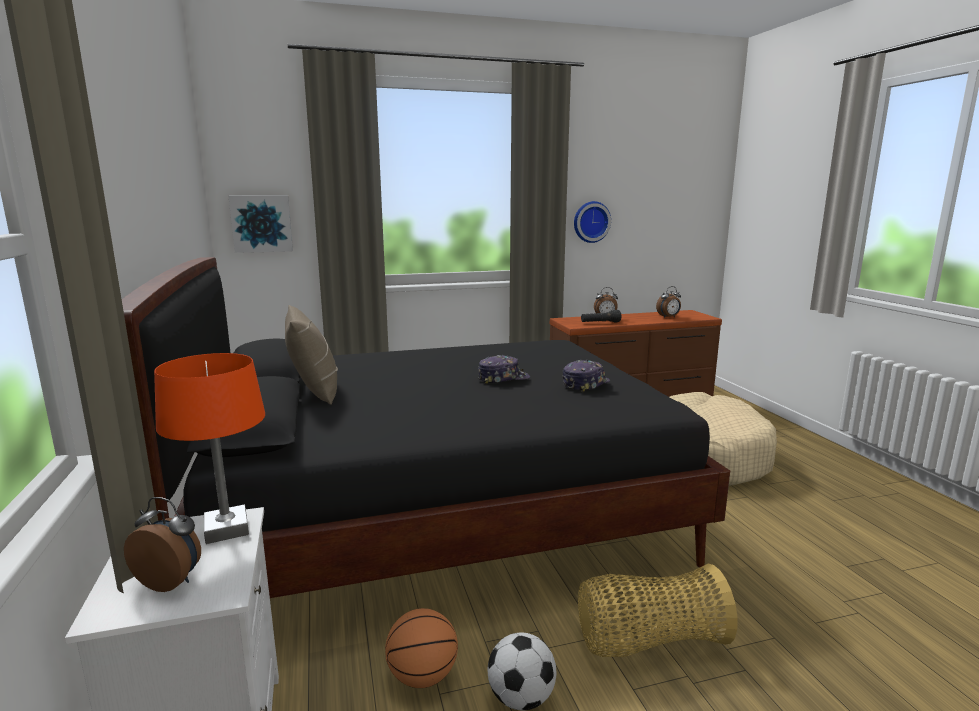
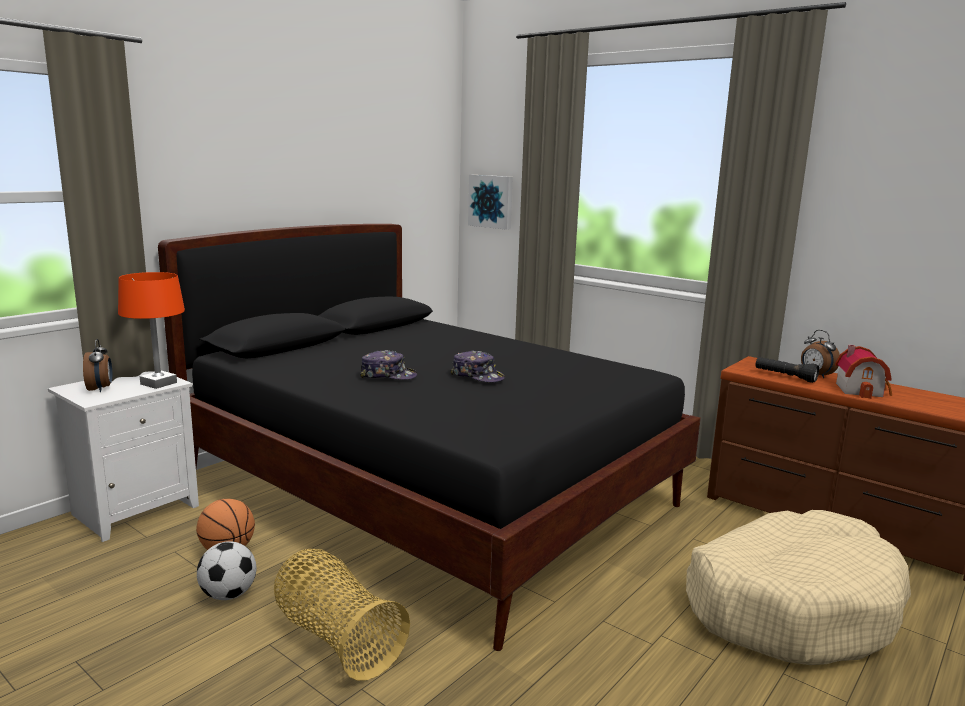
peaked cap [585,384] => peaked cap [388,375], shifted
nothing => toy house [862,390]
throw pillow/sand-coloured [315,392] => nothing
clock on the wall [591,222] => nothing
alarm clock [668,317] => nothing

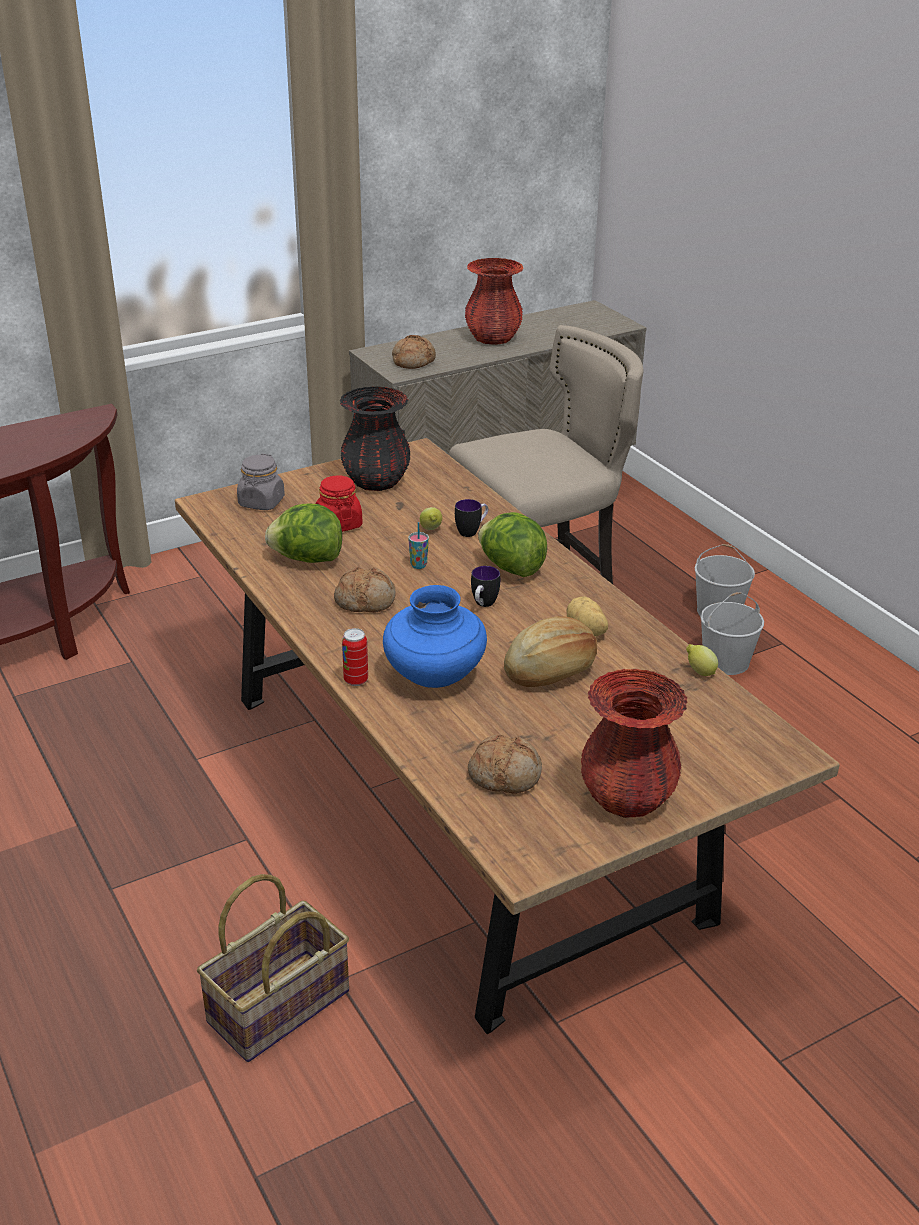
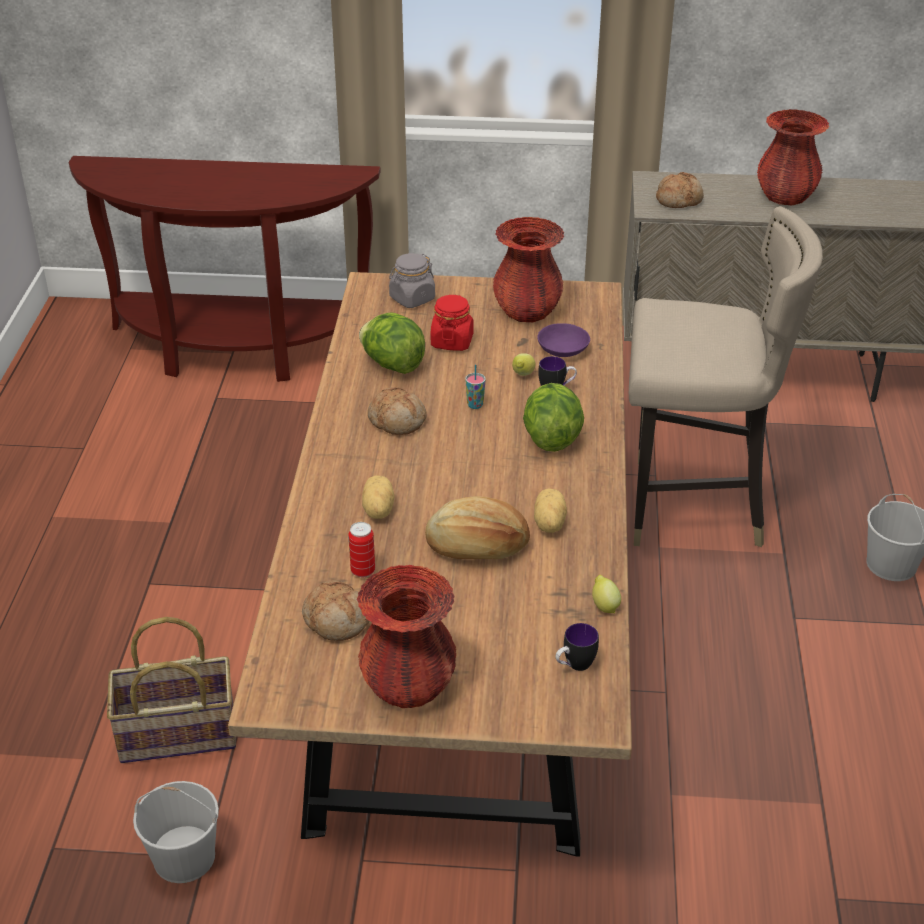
bucket/white [725,661] => bucket/white [183,857], shifted
sealed can [356,680] => sealed can [363,571], shifted
decorative vase/blue-coloured [434,676] => potato [377,510]
decorative vase/blackish [376,481] => decorative vase/reddish [526,311]
nothing => bowl/purple-coloured [563,350]
tea mug [483,605] => tea mug [574,666], shifted

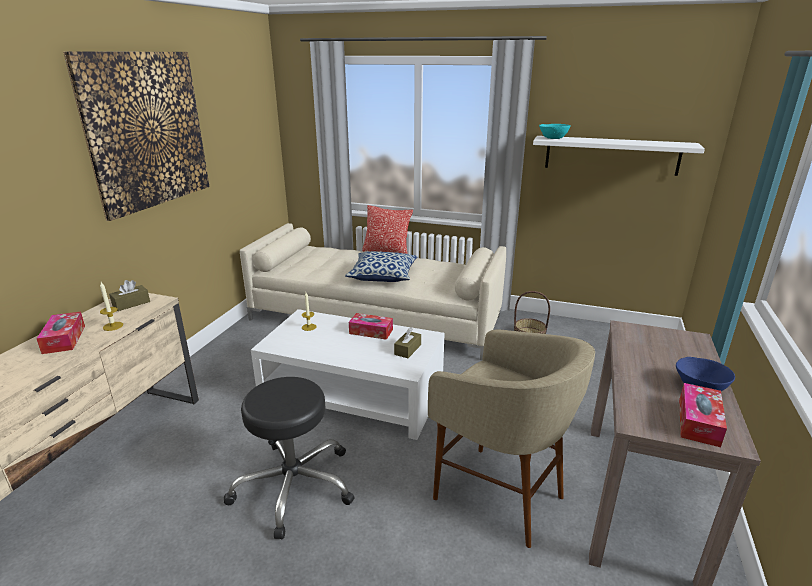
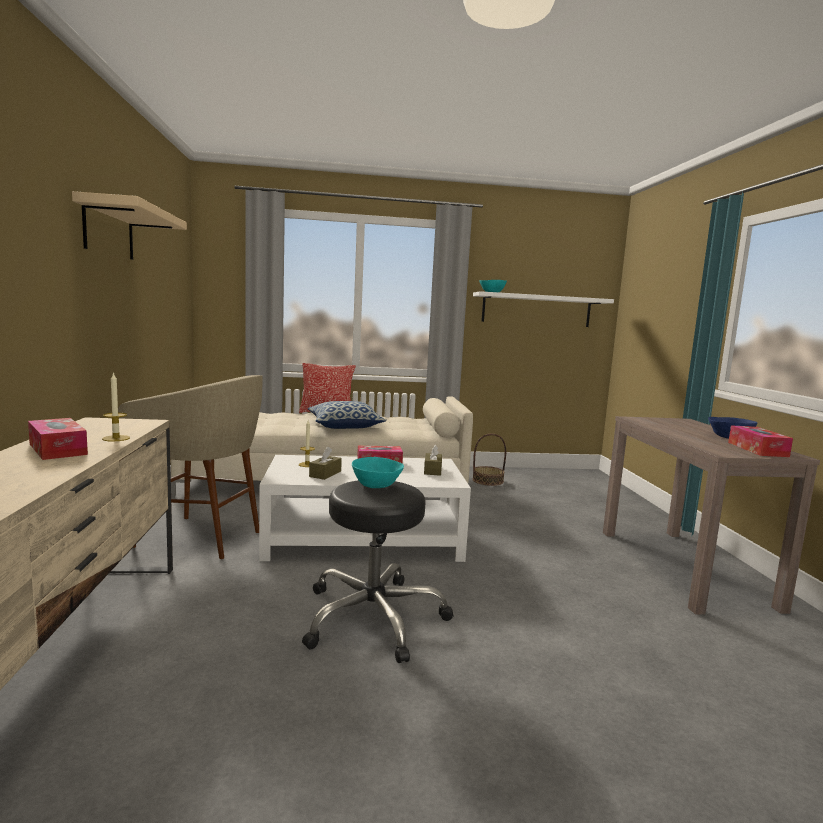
picture [146,131] => wall shelf/sand-coloured [109,230]
stool seat/sand-coloured [500,496] => stool seat/sand-coloured [200,538], shifted
box of tissues/brown [131,304] => box of tissues/brown [325,474], shifted
nothing => bowl/blue-green [376,485]

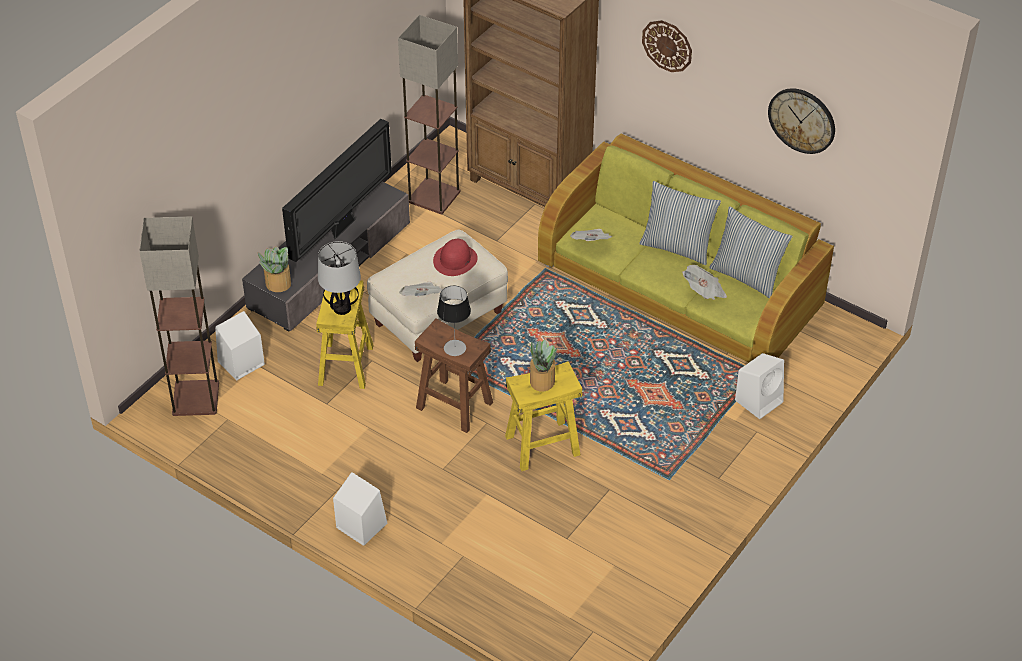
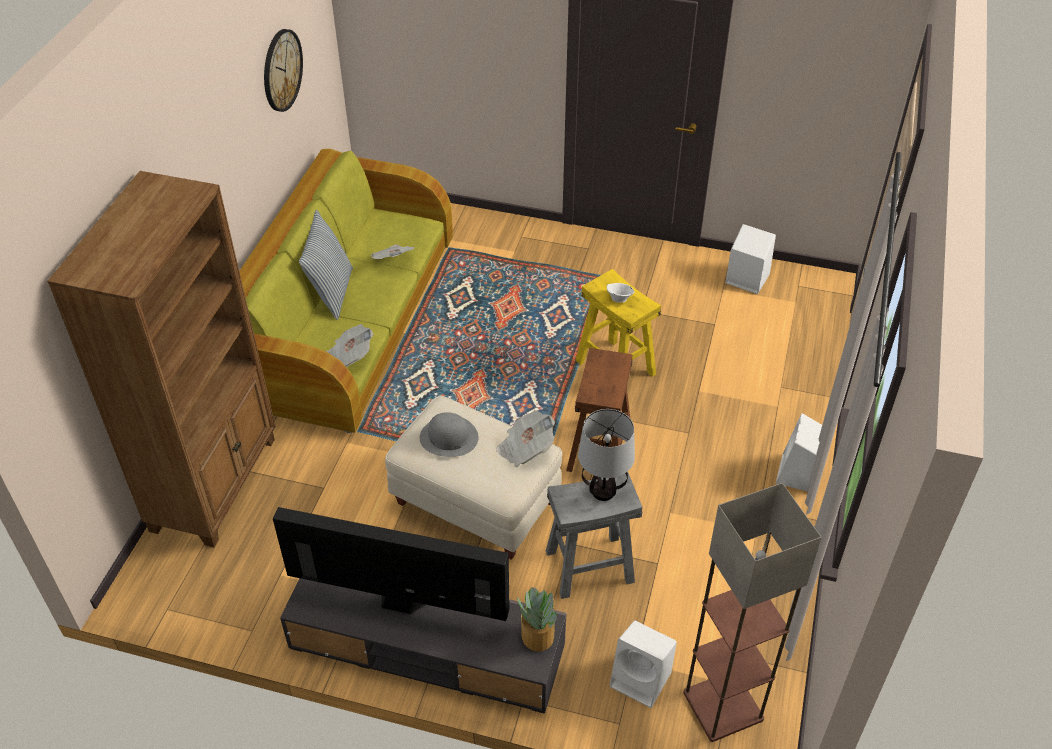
wearable hat/reddish [455,260] => wearable hat/greyish [448,437]
stool seat/yellow-coloured [345,364] => stool seat/greyish [589,567]
plant in a pot [542,381] => bowl/white [619,299]
speaker/white [759,400] => speaker/white [746,278], shifted
standard lamp [435,196] => nothing
tabletop lamp [455,348] => nothing
clock on the wall [667,45] => nothing
throw pillow [747,276] => nothing

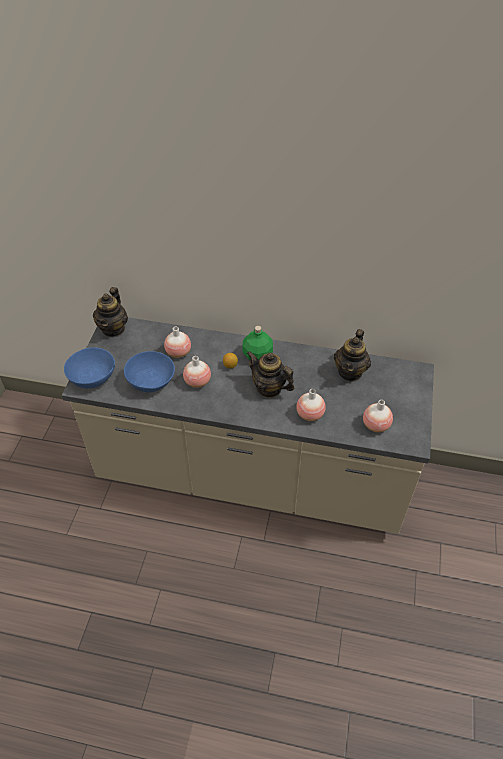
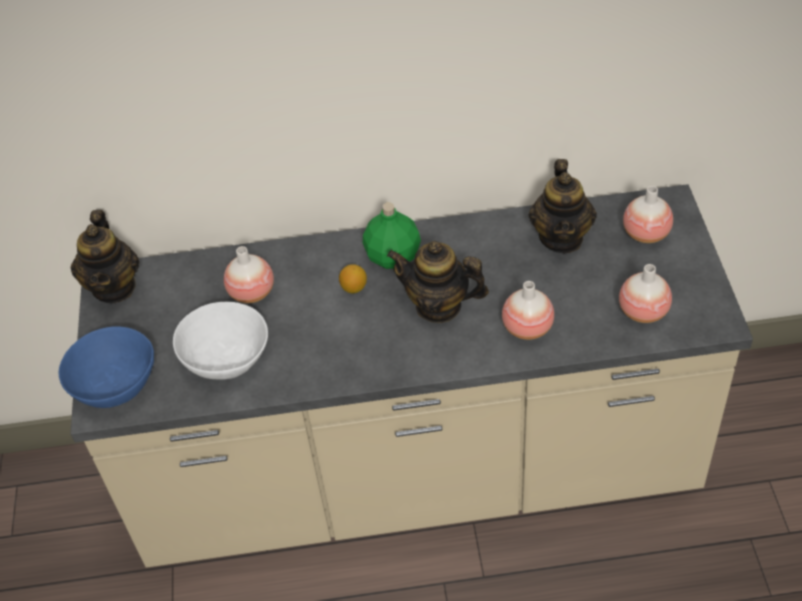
bowl/blue-coloured [151,381] => bowl/white [226,357]
decorative vase [197,381] => decorative vase [646,234], shifted

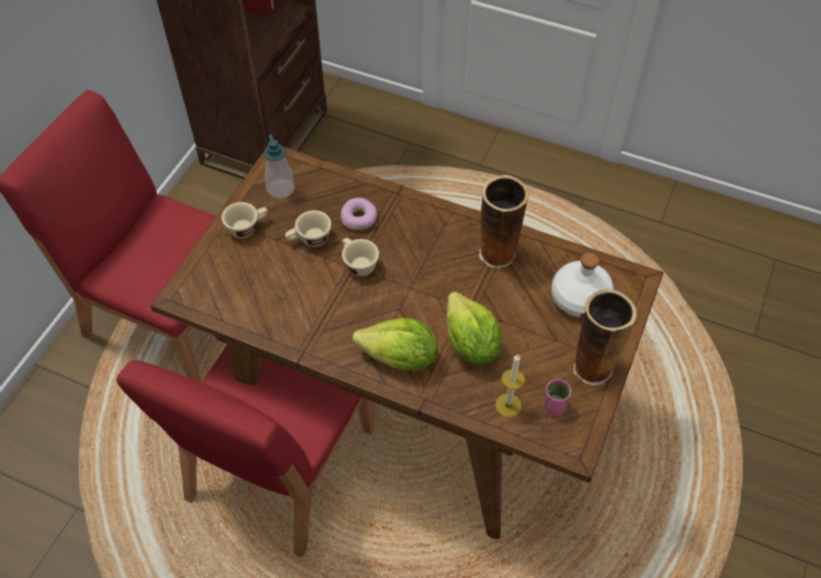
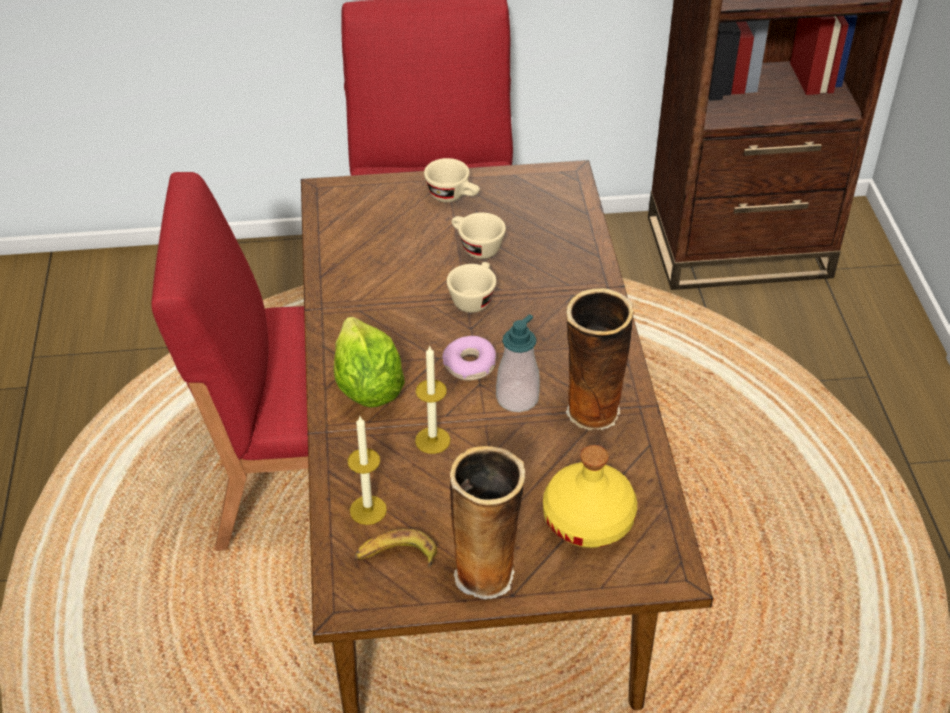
cup/pink-coloured [554,406] => banana fruit [396,556]
lettuce head [470,344] => wax candle [432,440]
doughnut [359,218] => doughnut [470,365], shifted
soap bottle [281,189] => soap bottle [517,398], shifted
beverage bottle/white [579,297] => beverage bottle/yellow-coloured [589,519]

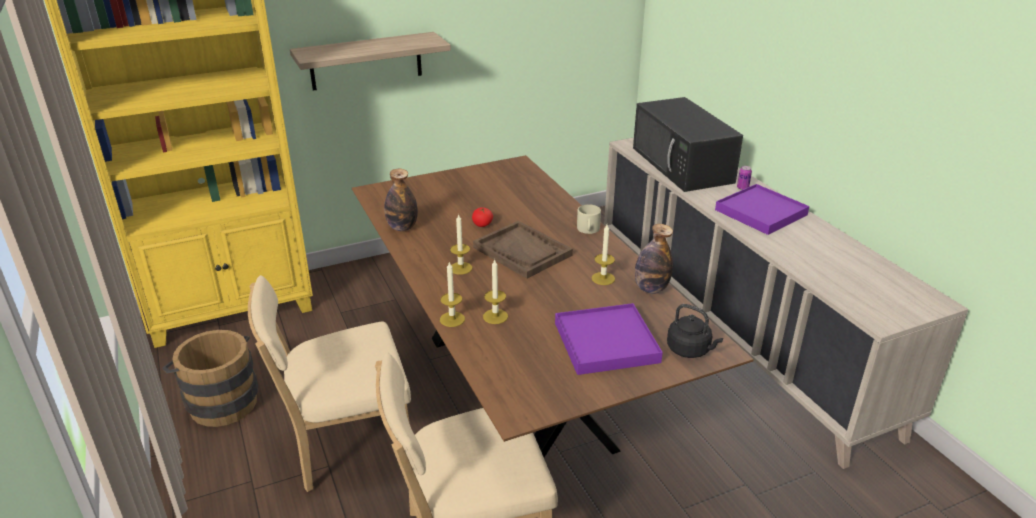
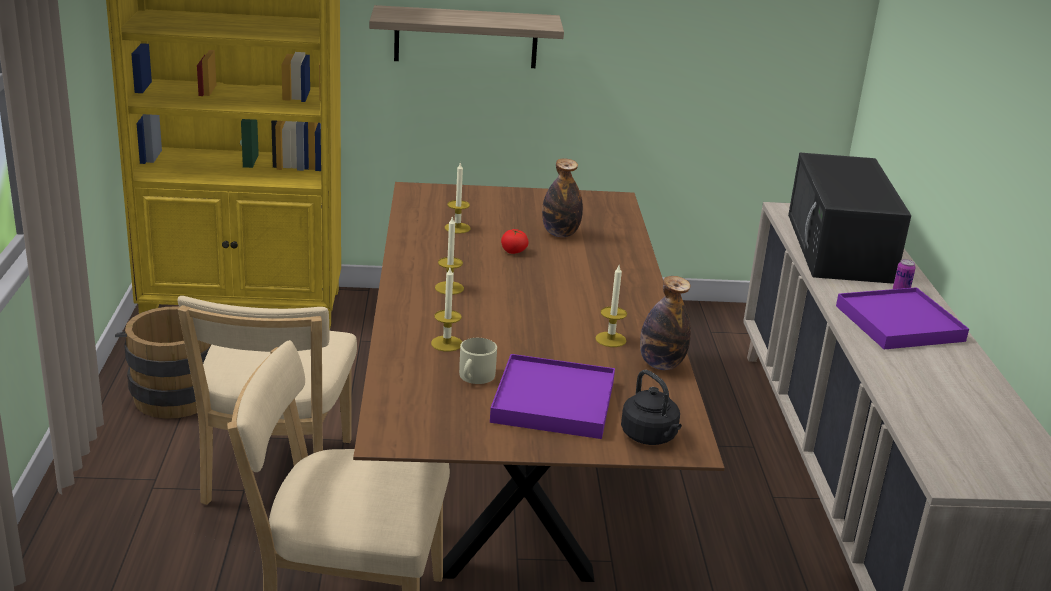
upright chair/sand-coloured [346,446] => upright chair/sand-coloured [275,477], 90 degrees counterclockwise
wax candle [452,319] => wax candle [457,228], shifted
tea mug/sand-coloured [588,229] => tea mug/sand-coloured [475,377], shifted
beverage bottle [402,227] => beverage bottle [560,233], shifted
carrying tray/brown [522,251] => nothing

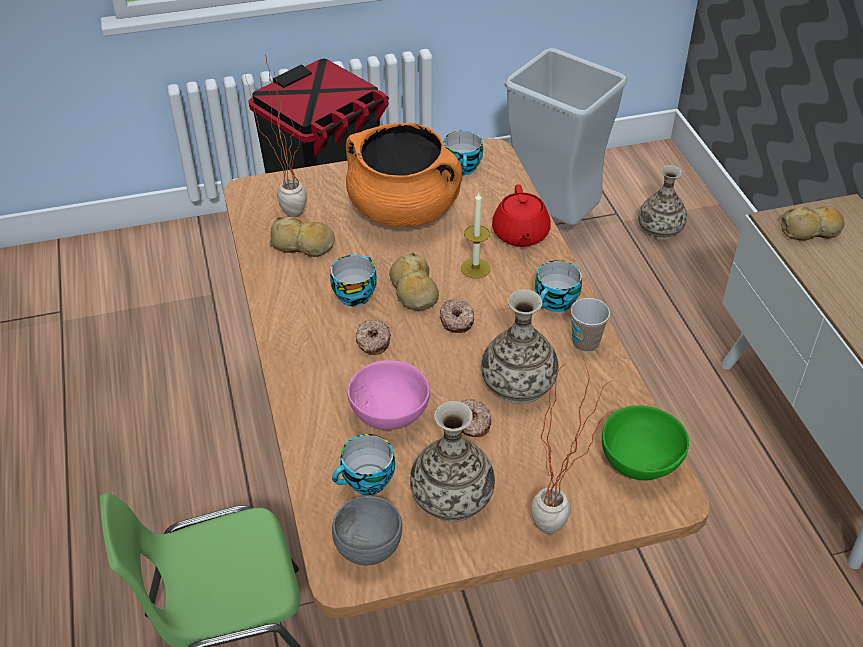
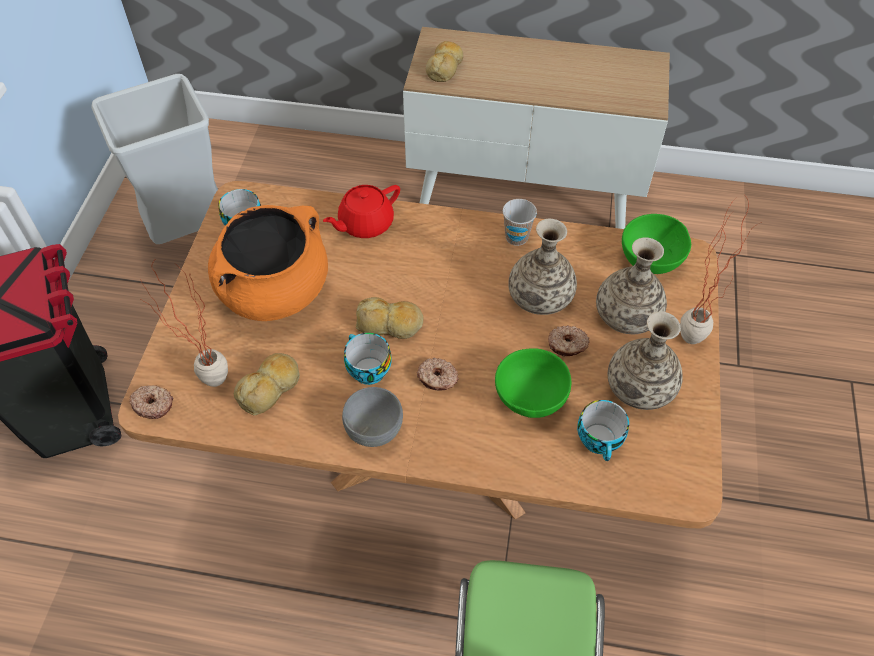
doughnut [457,320] => doughnut [153,404], shifted
teapot/reddish [520,235] => teapot/reddish [365,224], 120 degrees clockwise
bowl/greyish [367,549] => bowl/greyish [374,431], shifted
bowl/pink-coloured [387,413] => bowl/greenish [529,398]
decorative vase [660,229] => decorative vase [627,316], shifted
wax candle [475,268] => nothing
cup [556,303] => nothing

